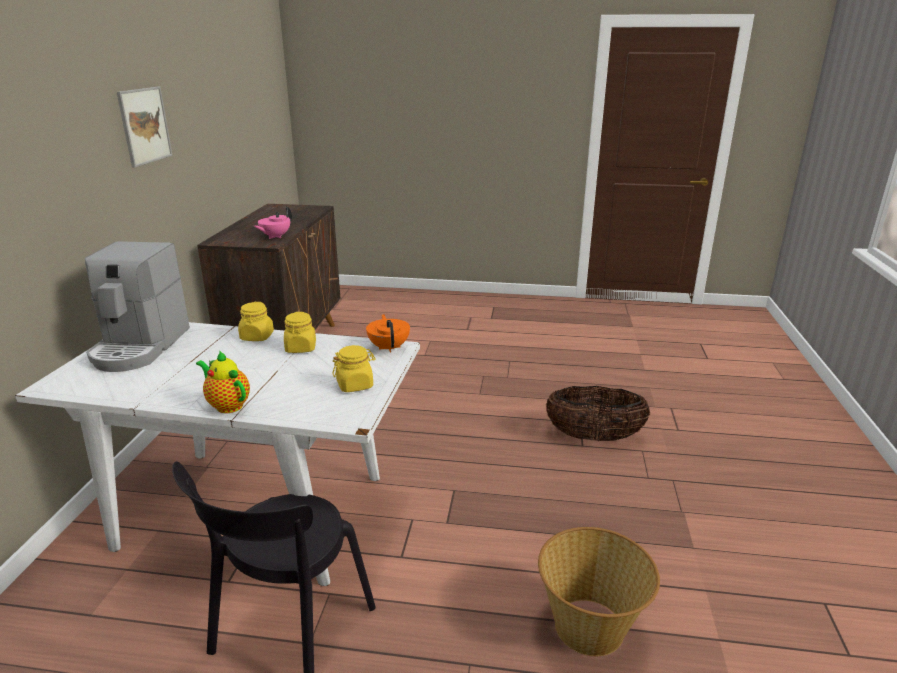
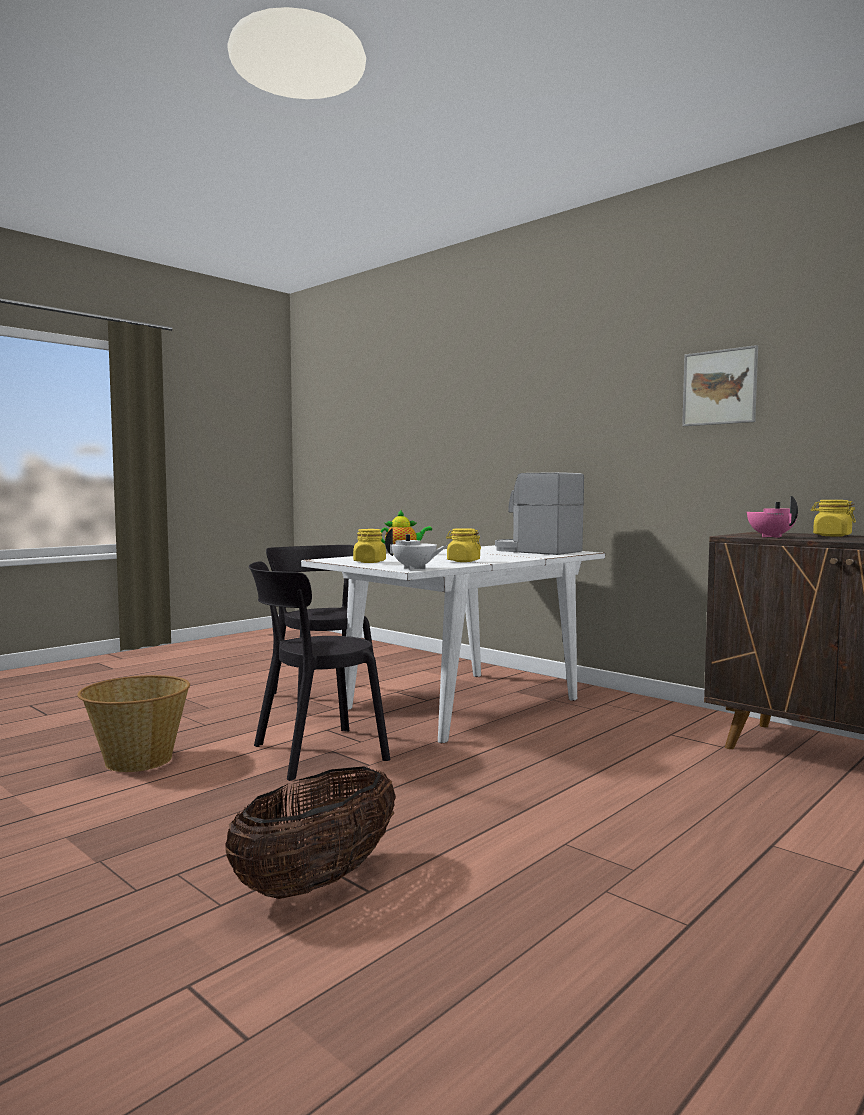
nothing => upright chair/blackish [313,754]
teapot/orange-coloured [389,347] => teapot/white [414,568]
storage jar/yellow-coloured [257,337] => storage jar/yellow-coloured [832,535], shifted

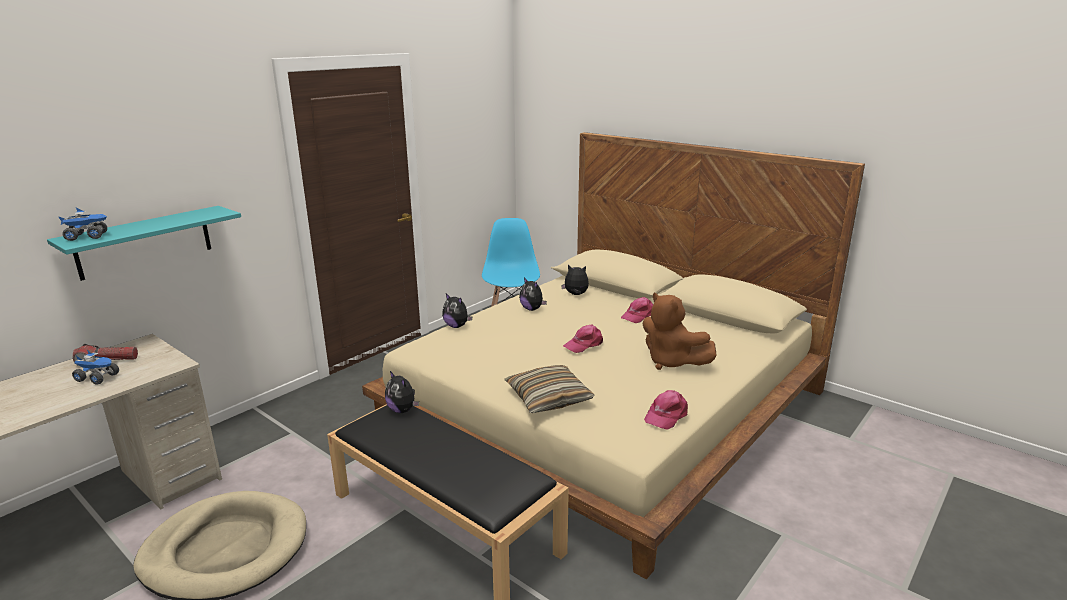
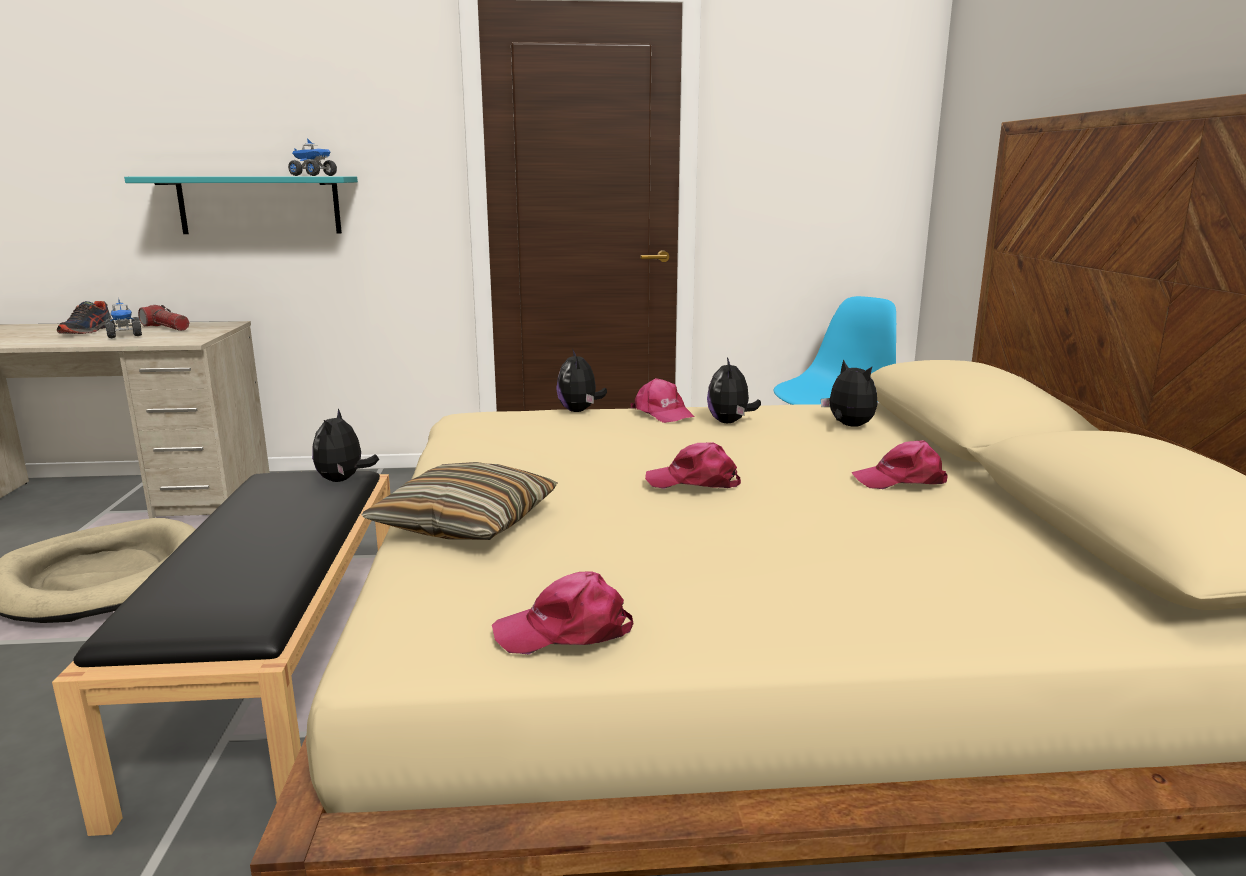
nothing => low shoe [88,331]
toy lorry [88,237] => toy lorry [314,176], shifted
nothing => peaked cap/pink-coloured [663,413]
cuddly toy/brown [671,362] => nothing

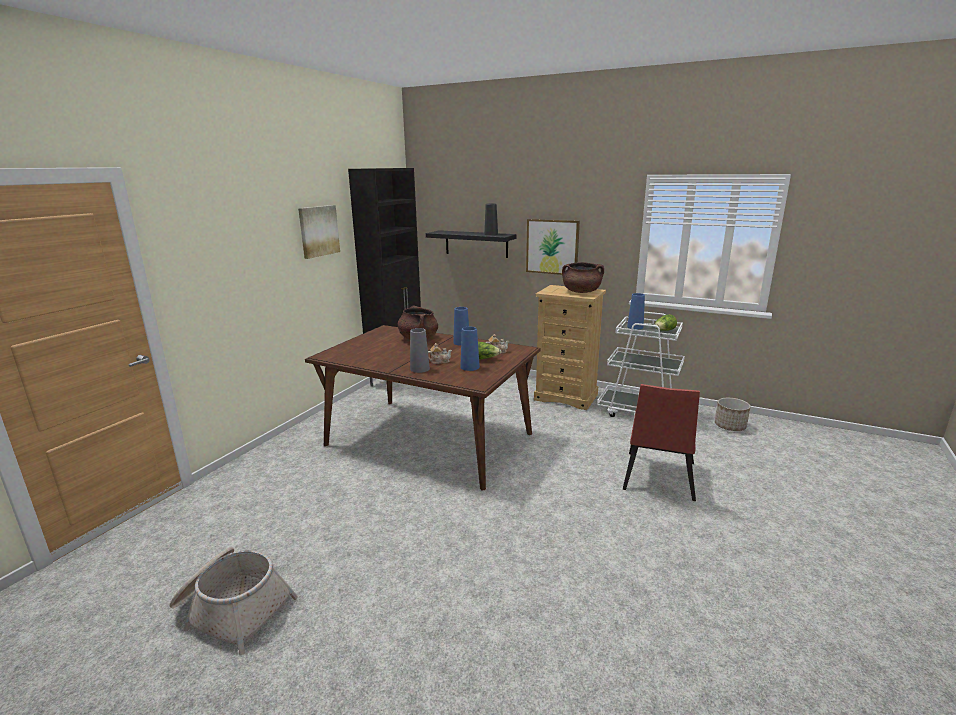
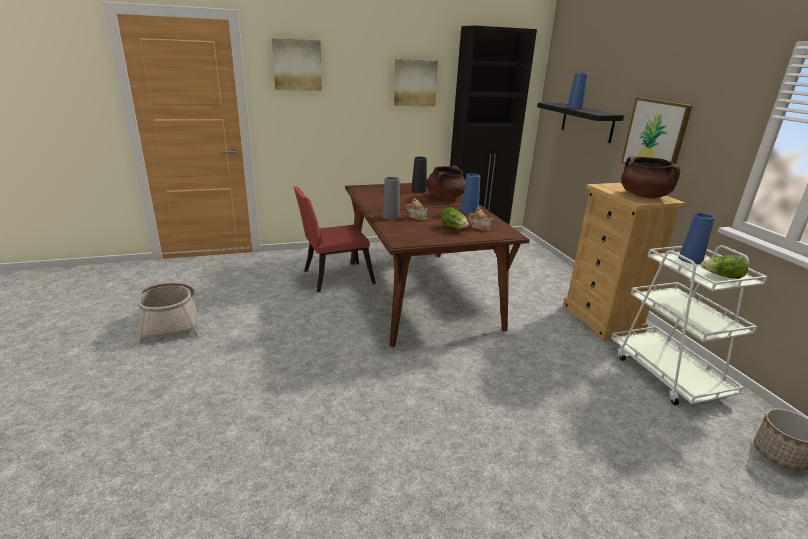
nothing => picture [297,65]
upright chair/reddish [657,478] => upright chair/reddish [333,277], shifted
decorative vase/blackish [491,234] => decorative vase/blackish [418,190], shifted
decorative vase/blue-coloured [470,367] => decorative vase/blue-coloured [575,107], shifted

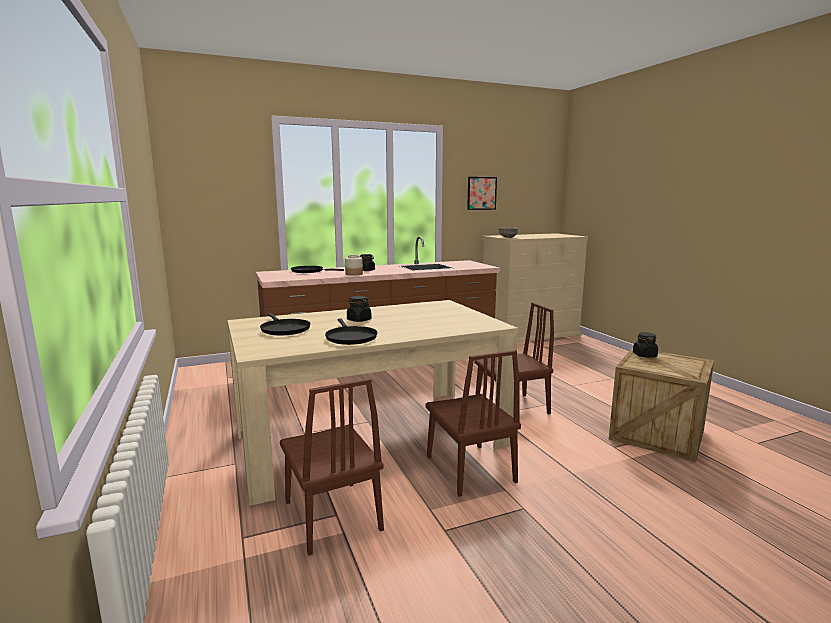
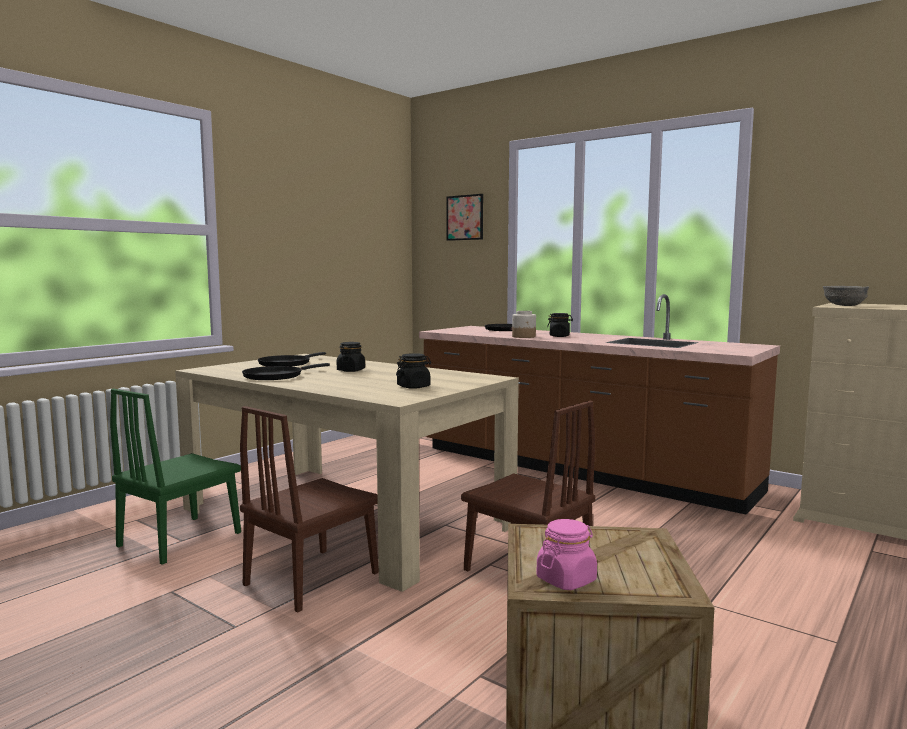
upright chair/brown [332,515] => upright chair/greenish [180,539]
storage jar/blackish [644,355] => storage jar/blackish [413,387], shifted
picture [481,193] => picture [465,217], shifted
nothing => storage jar/pink-coloured [566,580]

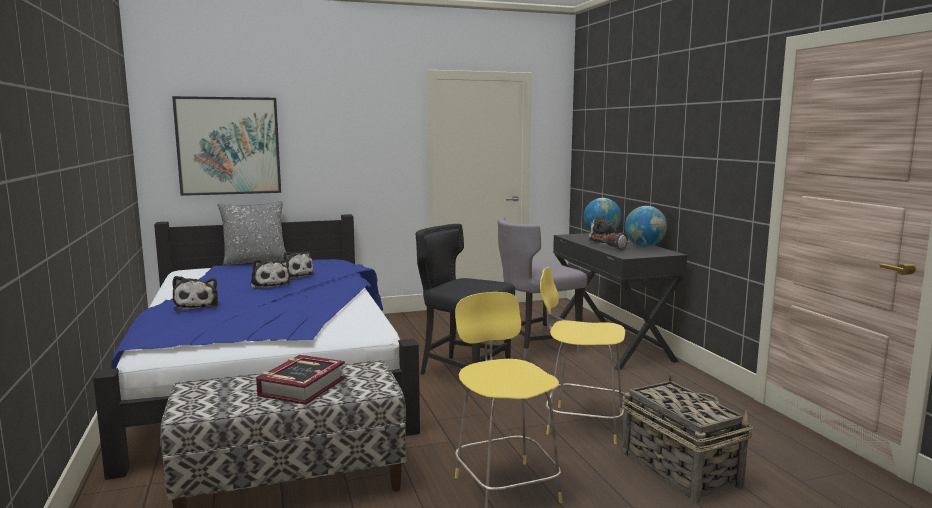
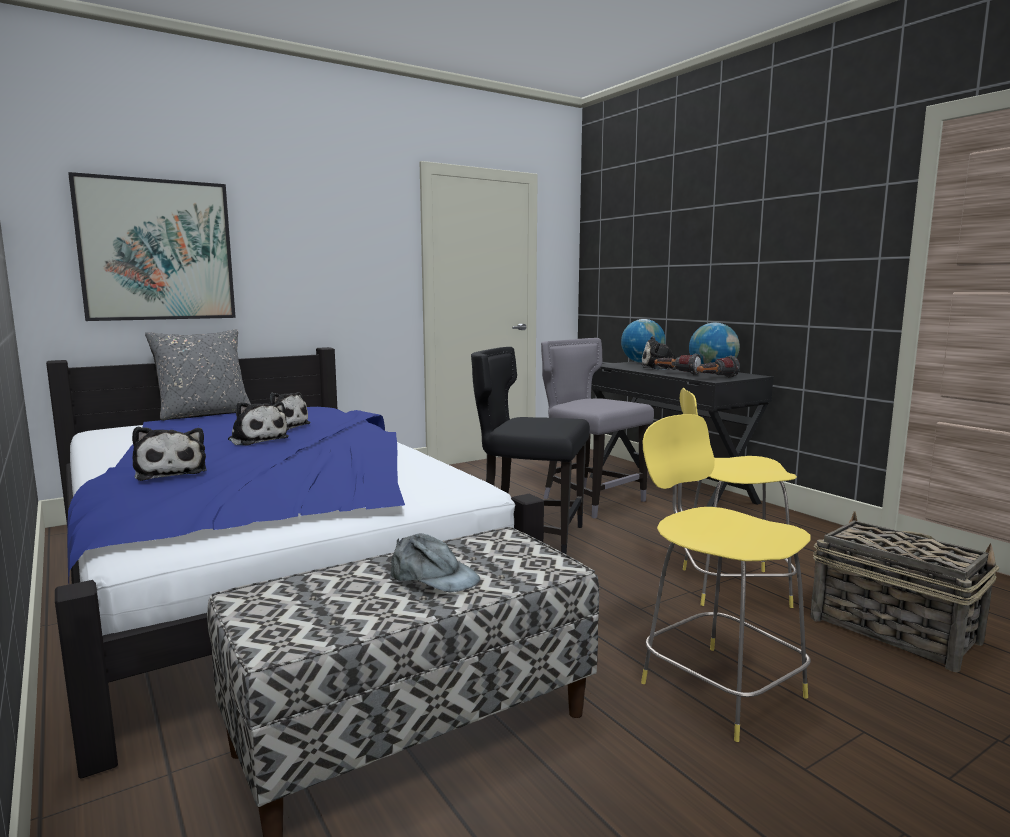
book [302,387] => peaked cap/greyish [434,577]
upright chair/greyish [535,347] => upright chair/greyish [590,500], 90 degrees clockwise
nothing => flashlight [715,379]

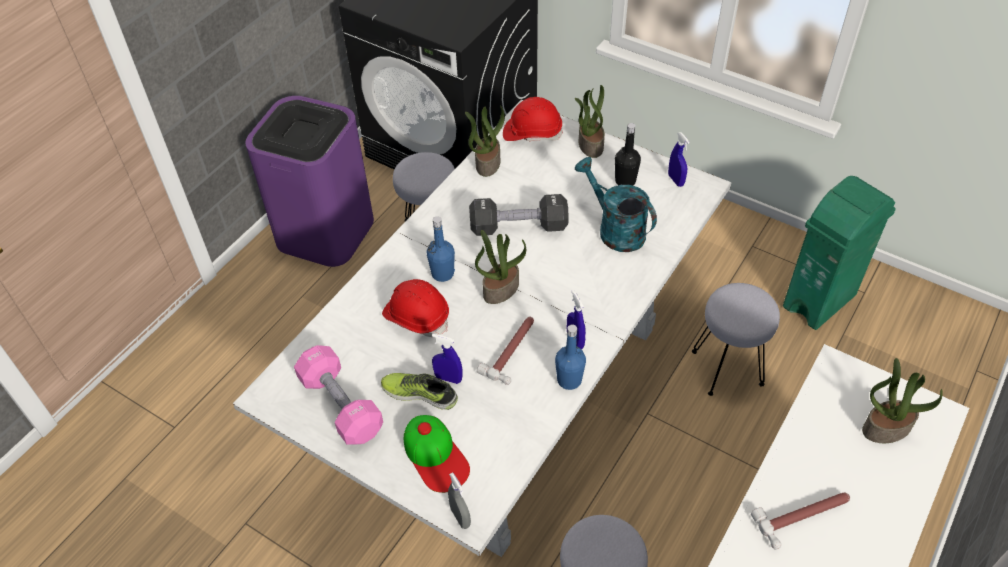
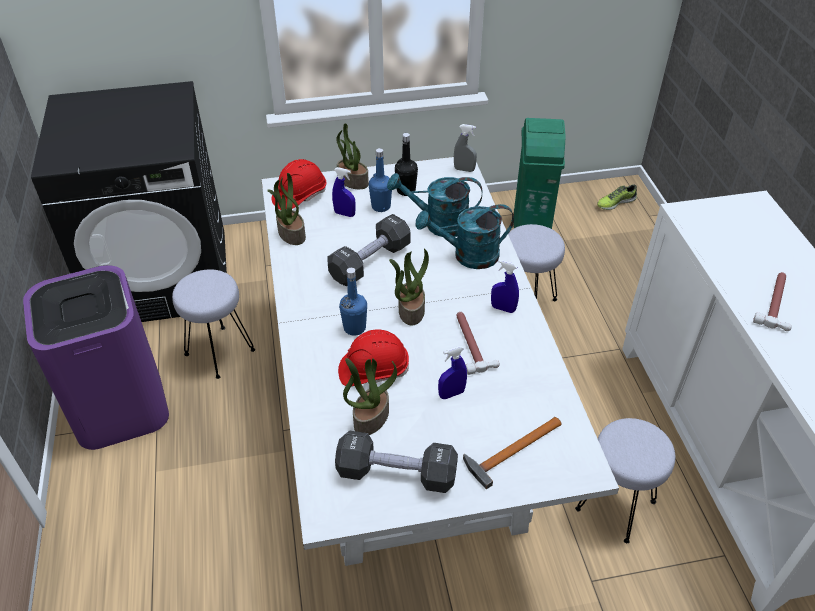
spray bottle/blue-coloured [676,180] => spray bottle/blue-coloured [344,214], shifted
hand weight/pink-coloured [341,405] => hand weight/blackish [396,473]
plant in a pot [886,427] => plant in a pot [371,417], shifted
beverage bottle/blue-coloured [569,380] => beverage bottle/blue-coloured [381,206], shifted
nothing => watering can/blue-green [468,256]
spray bottle/greyish [460,517] => spray bottle/greyish [464,169], shifted
peaked cap [436,456] => hammer [511,451]
low shoe [420,393] => low shoe [615,202], shifted

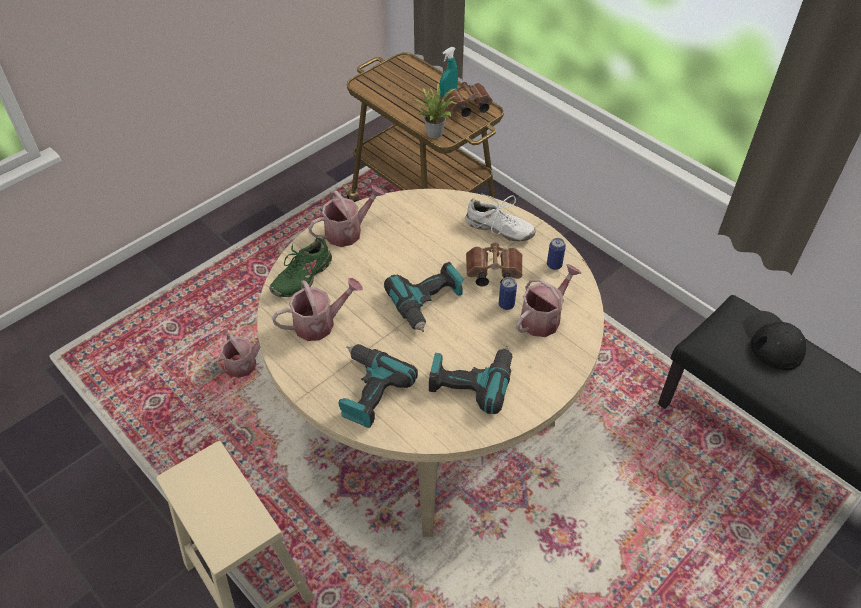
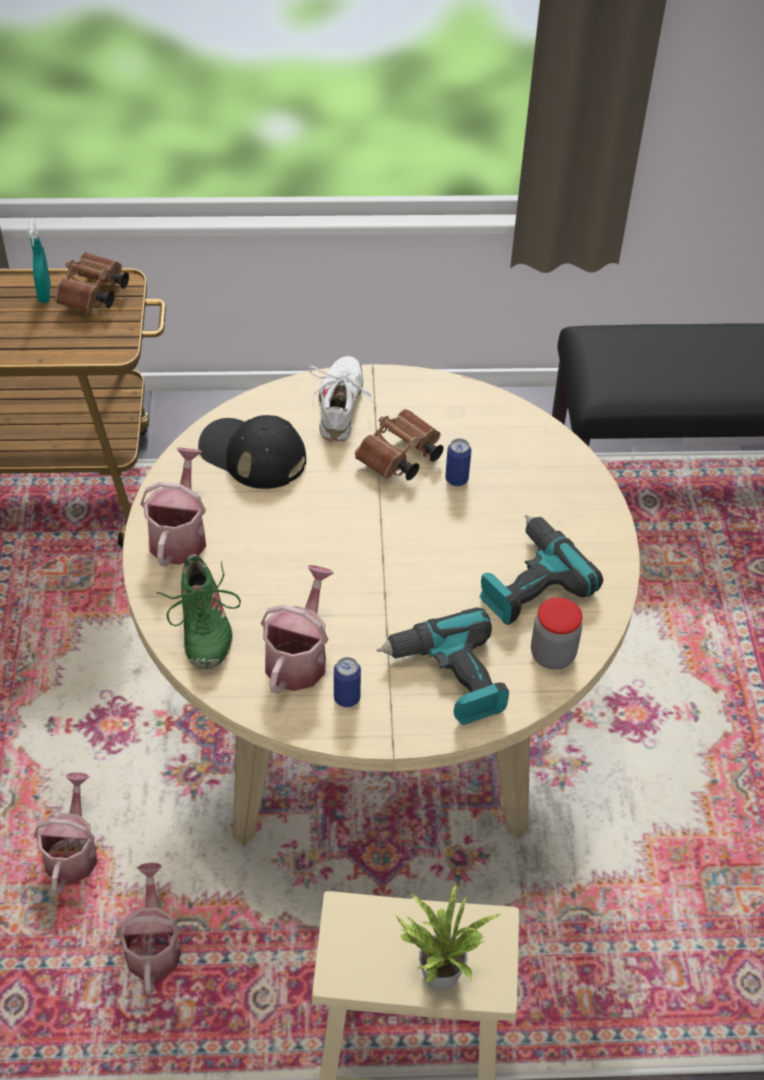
watering can [544,318] => watering can [153,946], shifted
peaked cap/blackish [772,341] => peaked cap/blackish [252,454], shifted
low shoe/white [499,229] => low shoe/white [341,407], 60 degrees counterclockwise
sealed can [554,265] => sealed can [347,698], shifted
plant in a pot [435,132] => plant in a pot [438,970], shifted
nothing => storage jar [552,655]
electric drill [428,303] => nothing

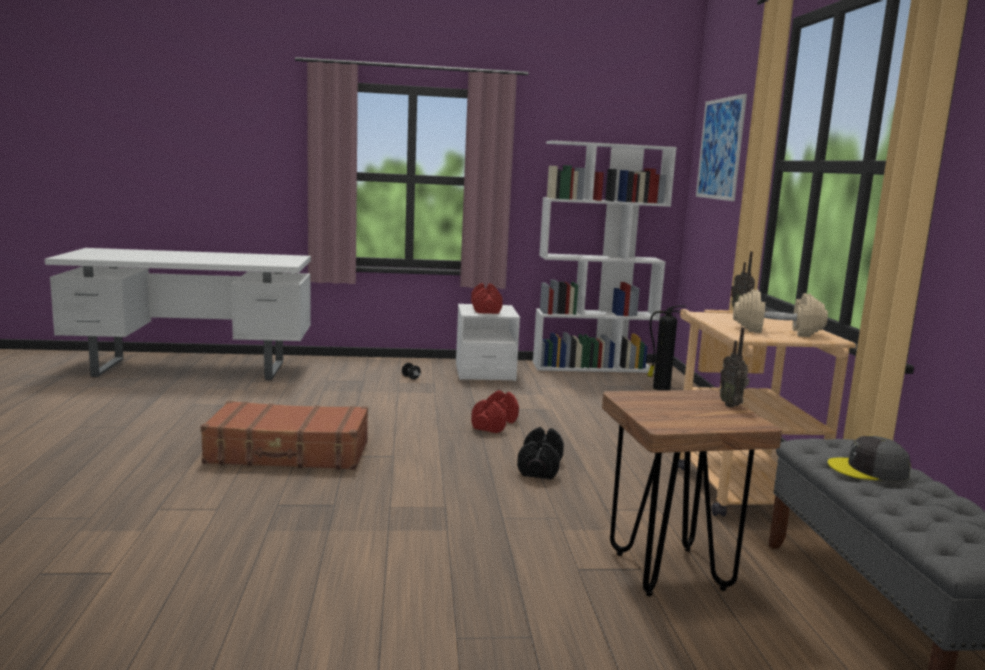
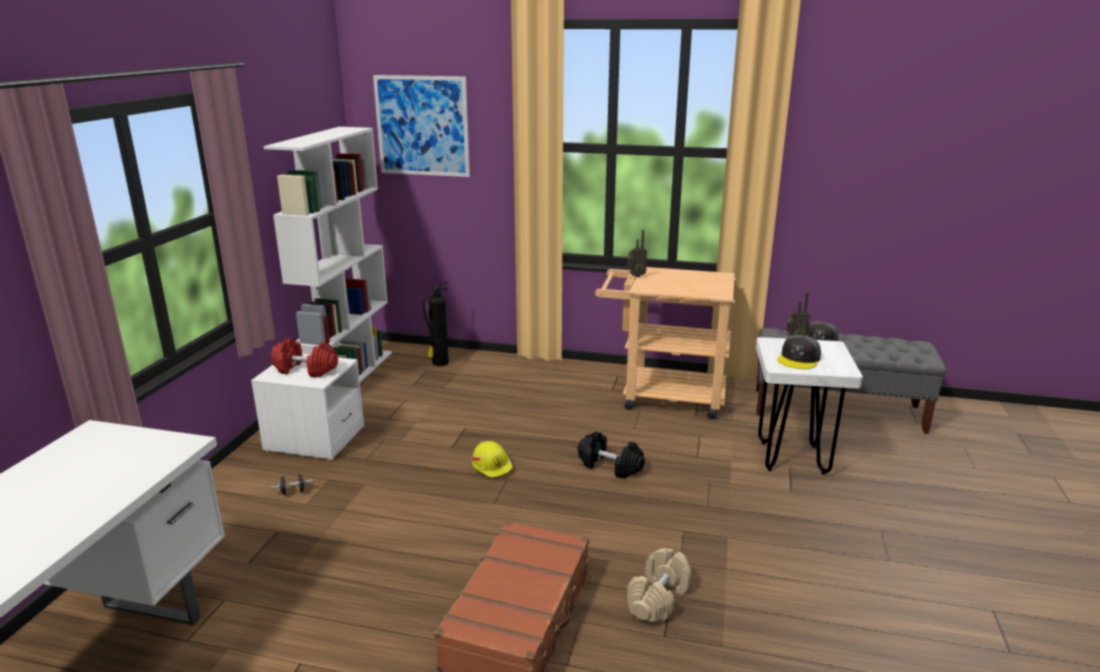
hand weight/reddish [495,425] => work helmet/yellow-coloured [493,467]
hand weight/sand-coloured [777,331] => hand weight/sand-coloured [658,598], shifted
stool seat/brown [669,571] => stool seat/white [792,458]
nothing => peaked cap/greyish [799,359]

